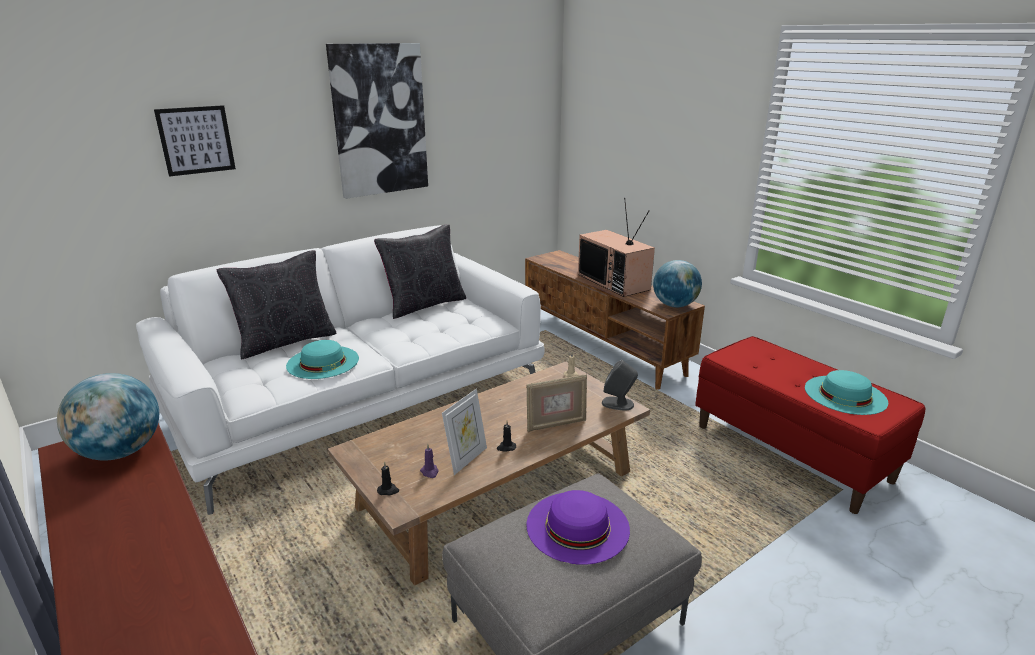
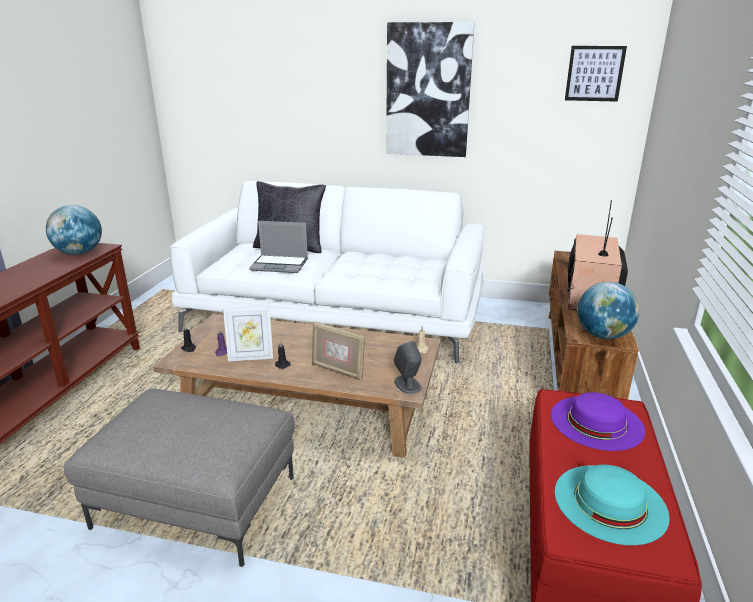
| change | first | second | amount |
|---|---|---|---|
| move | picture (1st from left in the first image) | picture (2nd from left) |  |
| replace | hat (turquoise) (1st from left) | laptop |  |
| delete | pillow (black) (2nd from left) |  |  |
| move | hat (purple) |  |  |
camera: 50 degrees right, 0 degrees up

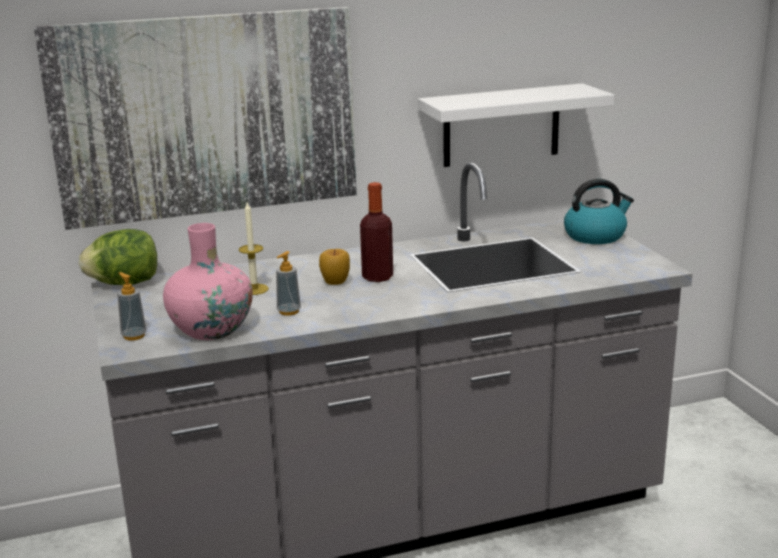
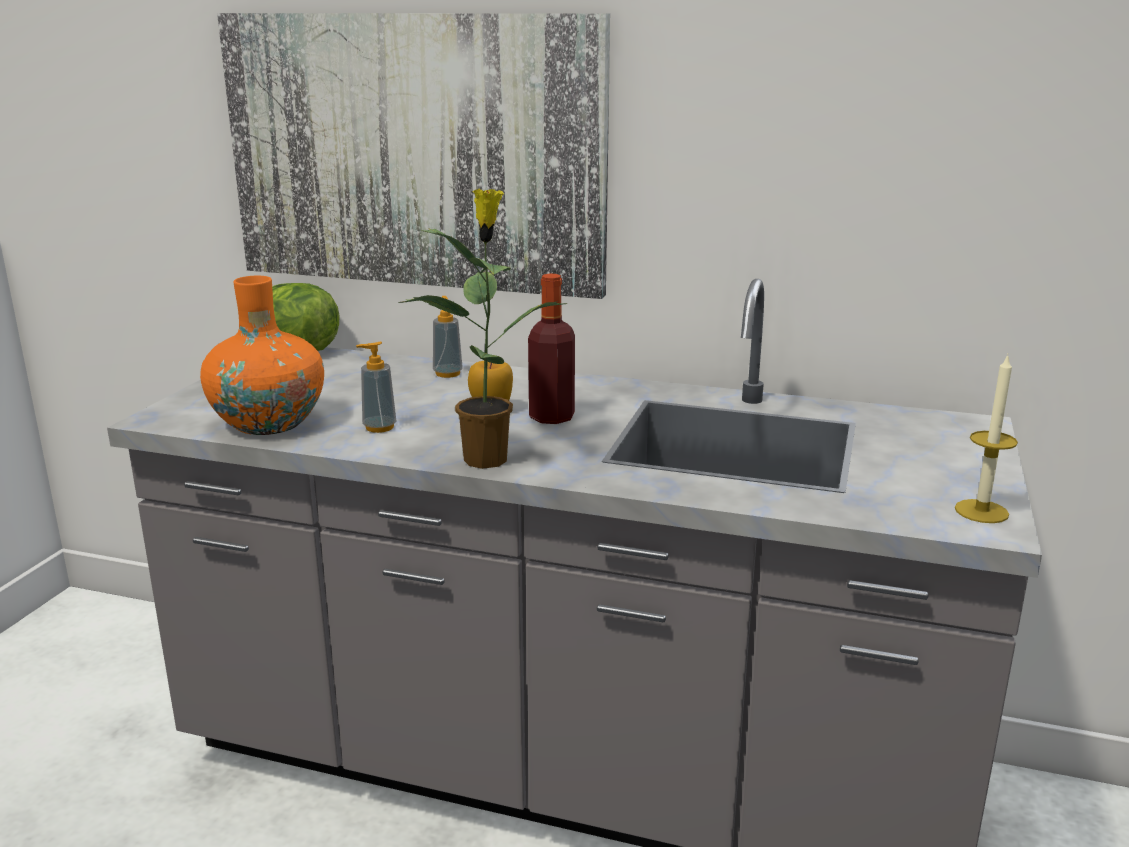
| change | first | second | amount |
|---|---|---|---|
| move | soap dispenser (1st from left in the first image) | soap dispenser (2nd from left) |  |
| recolor | vase (pink) | vase (orange) |  |
| move | candle |  |  |
| delete | shelf (white) |  |  |
| delete | kettle |  |  |
| insert |  | potted plant |  |
camera: 35 degrees right, 0 degrees up

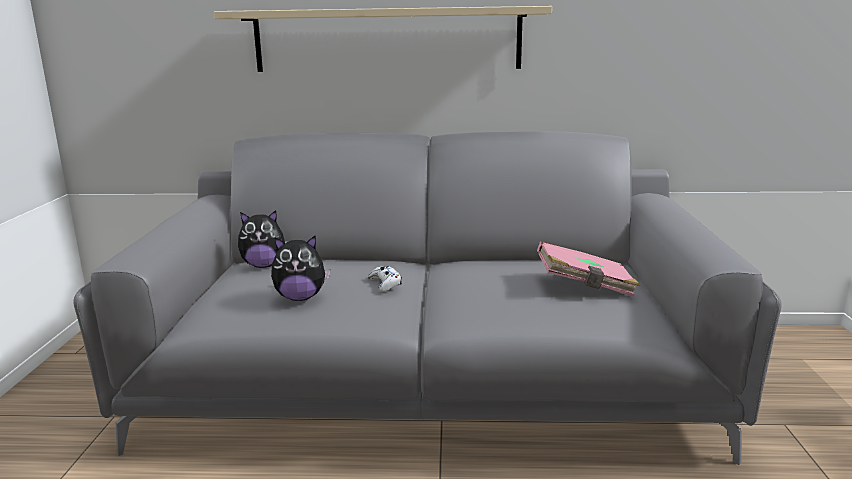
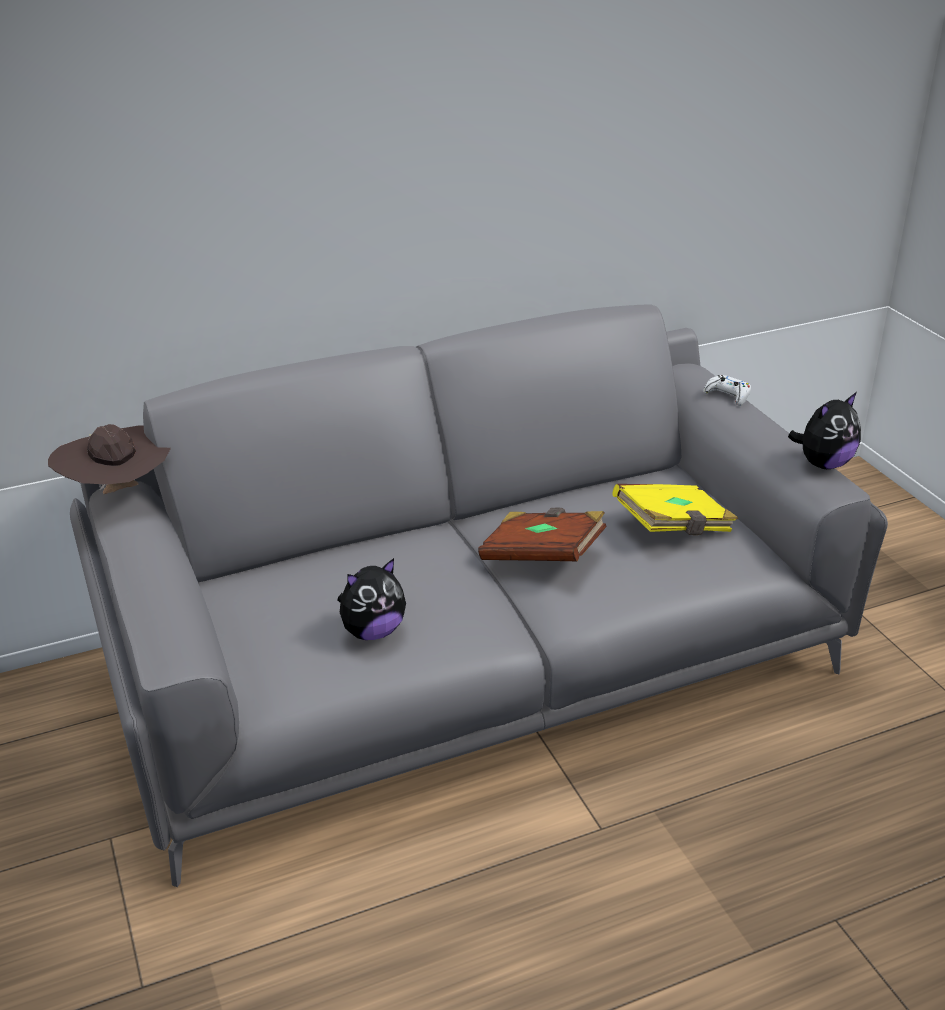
| change | first | second | amount |
|---|---|---|---|
| delete | shelf (beige) |  |  |
| move | plush toy (1st from left in the first image) | plush toy (2nd from left) |  |
| move | game controller (white) |  |  |
| recolor | book (pink) | book (yellow) |  |
| insert |  | hat (brown) |  |
| insert |  | book (brown) |  |
camera: 25 degrees left, 15 degrees up

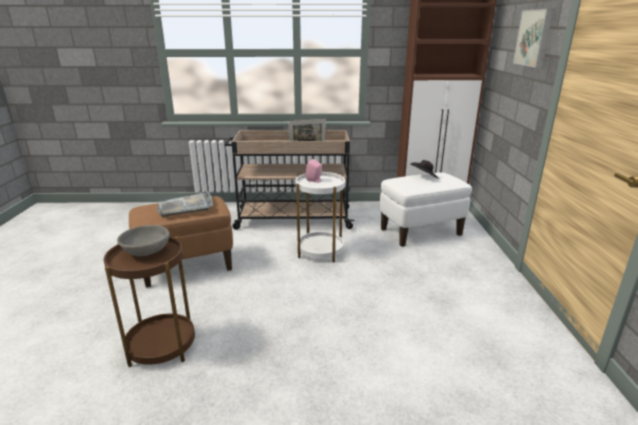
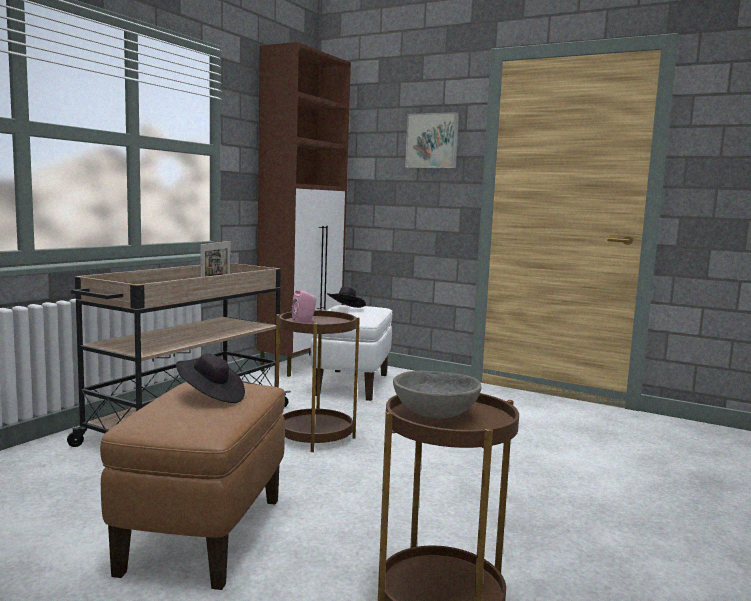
| change | first | second | amount |
|---|---|---|---|
| replace | tray (grey) | hat (black) (1st from left) |  |
| recolor | side table (white) | side table (brown) (1st from left) |  |
camera: 60 degrees left, 15 degrees down

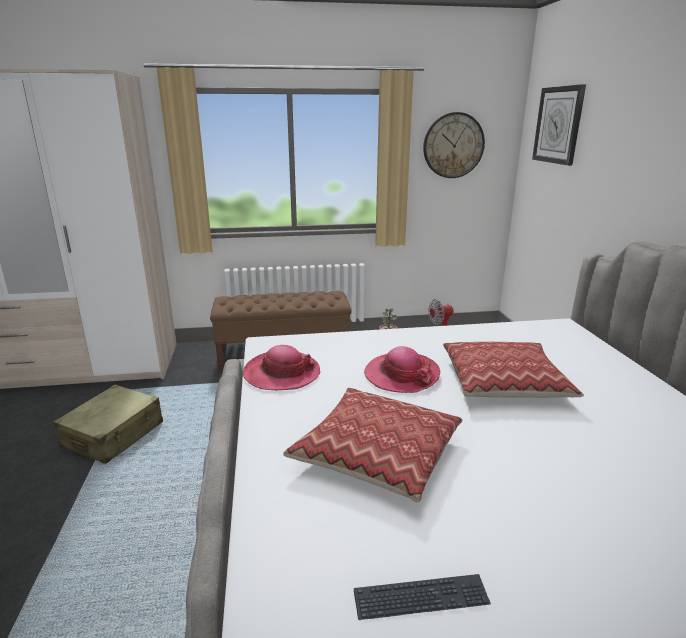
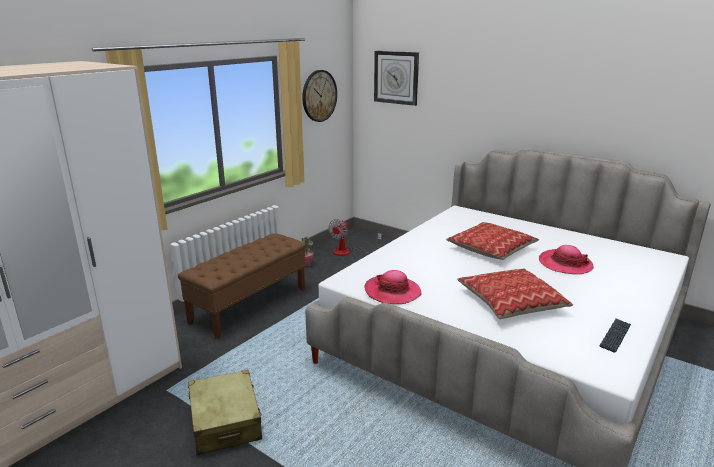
| change | first | second | amount |
|---|---|---|---|
| move | hat (2nd from left) |  |  |
camera: 45 degrees left, 0 degrees up

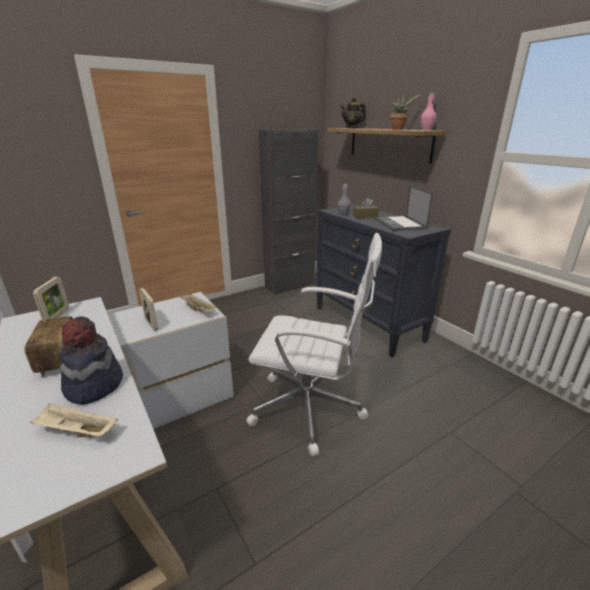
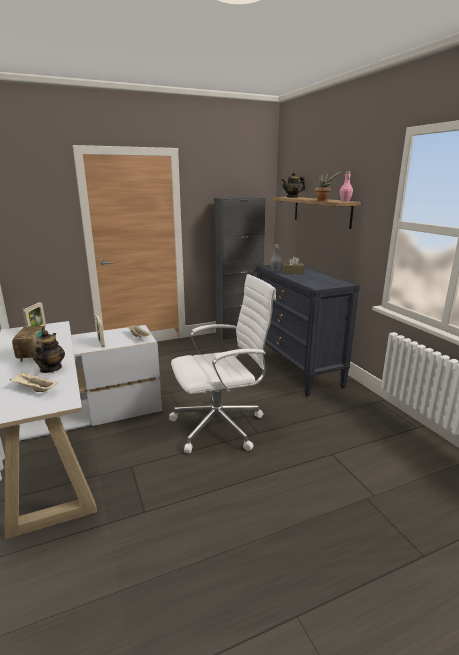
| change | first | second | amount |
|---|---|---|---|
| replace | hat | teapot (1st from left) |  |
| rotate | office chair (white) |  | 45 degrees counterclockwise |
| delete | laptop |  |  |
camera: 10 degrees right, 5 degrees down

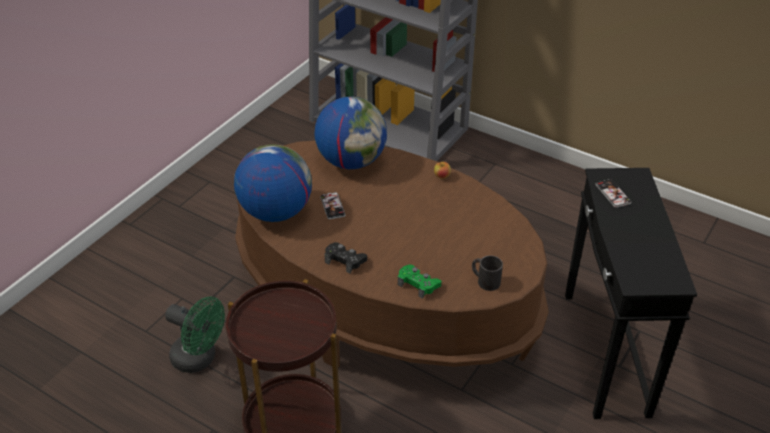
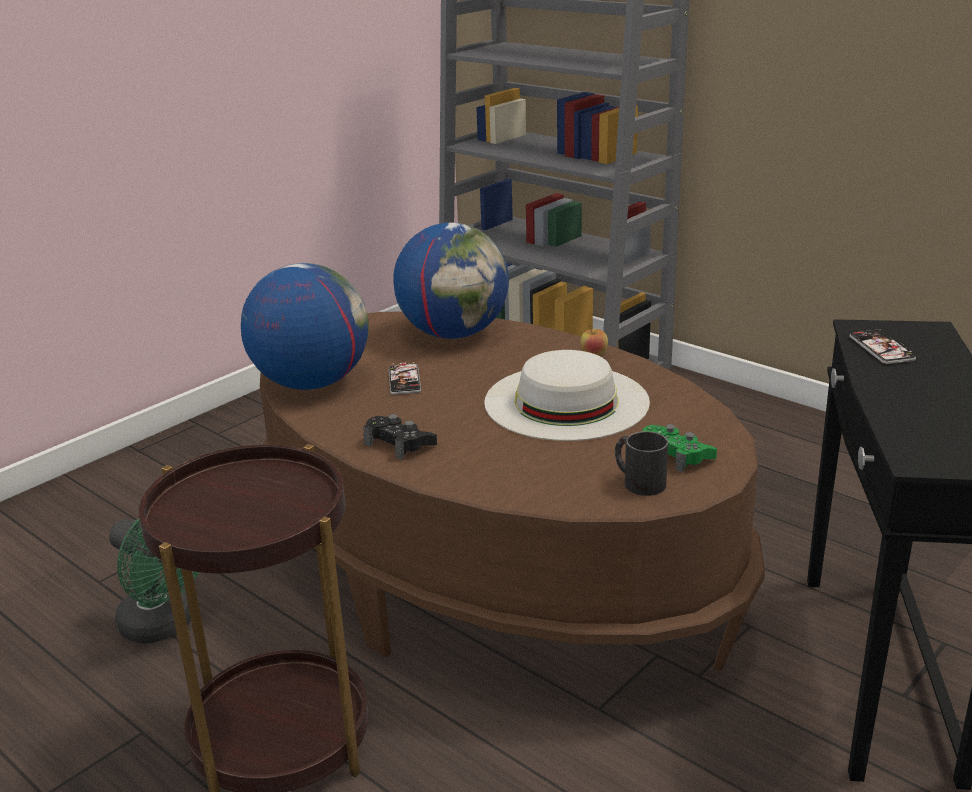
| change | first | second | amount |
|---|---|---|---|
| move | game controller (green) |  |  |
| insert |  | hat (white) |  |
camera: 10 degrees right, 15 degrees down

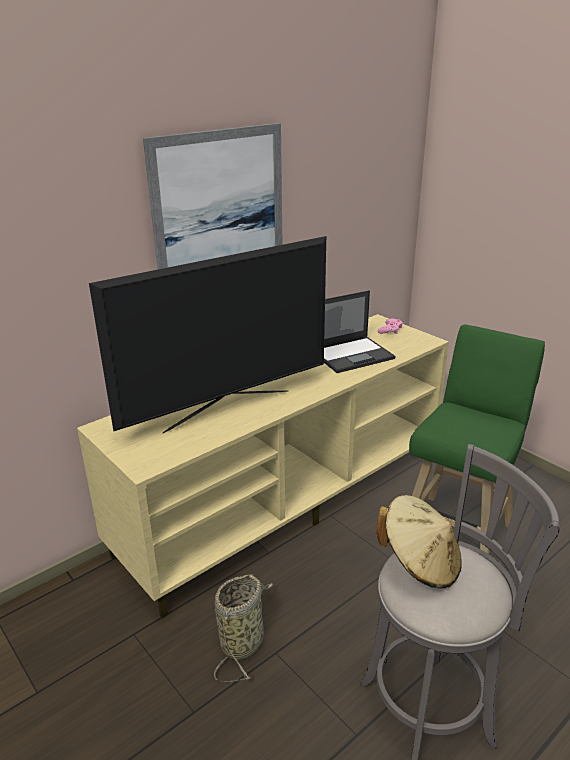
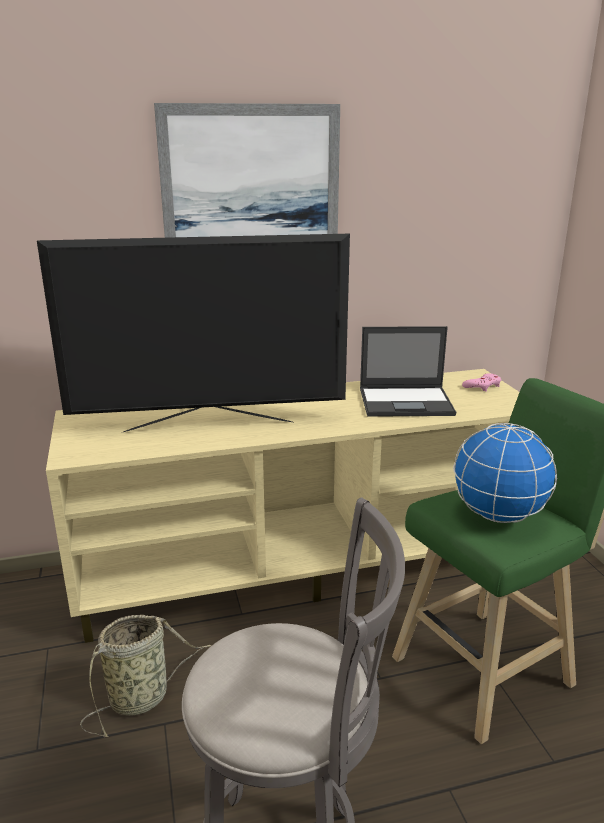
| change | first | second | amount |
|---|---|---|---|
| delete | hat (beige) |  |  |
| insert |  | globe |  |
camera: 25 degrees right, 5 degrees down

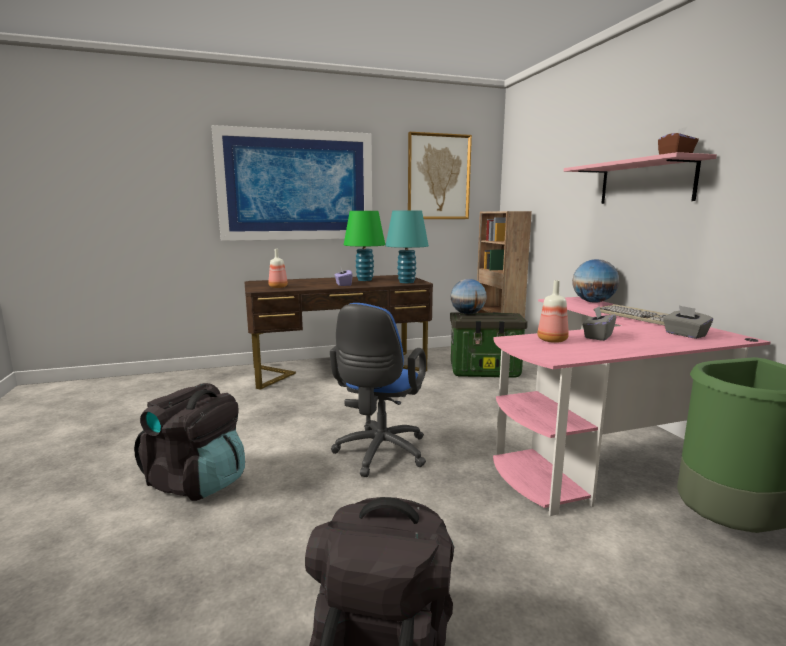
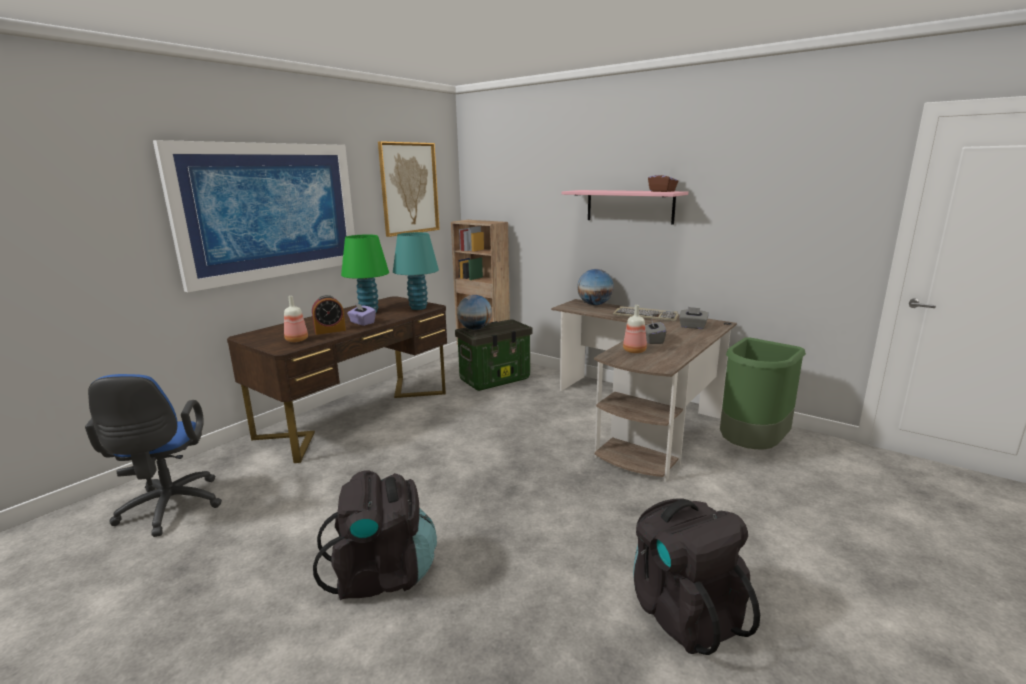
| change | first | second | amount |
|---|---|---|---|
| move | office chair (blue) |  |  |
| recolor | desk (pink) | desk (brown) (2nd from left) |  |
| insert |  | alarm clock |  |
camera: 35 degrees left, 5 degrees up

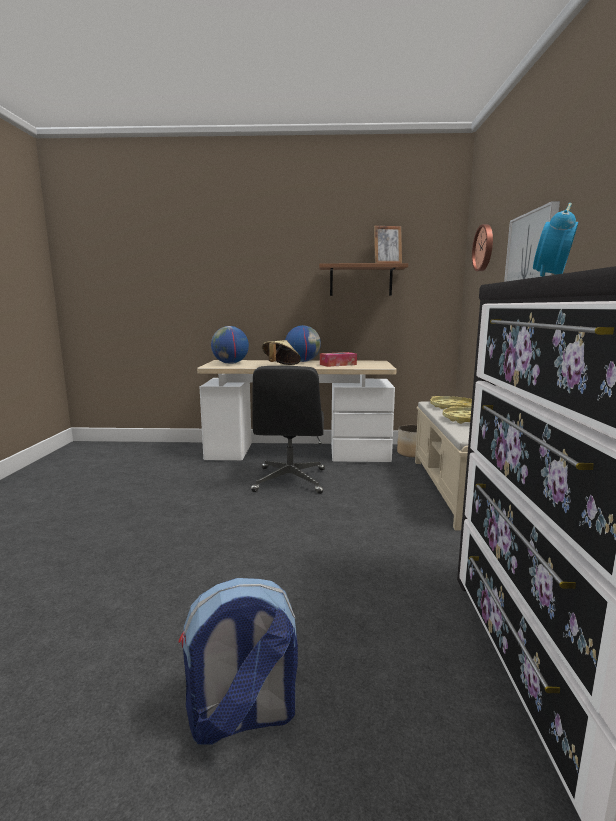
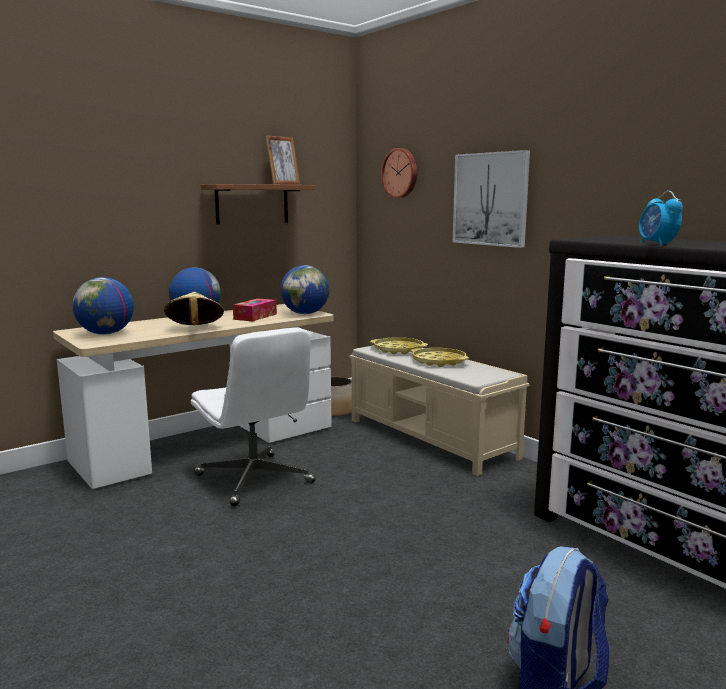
| change | first | second | amount |
|---|---|---|---|
| recolor | office chair (black) | office chair (white) |  |
| insert |  | globe (3rd from left) |  |
camera: 40 degrees left, 0 degrees up

